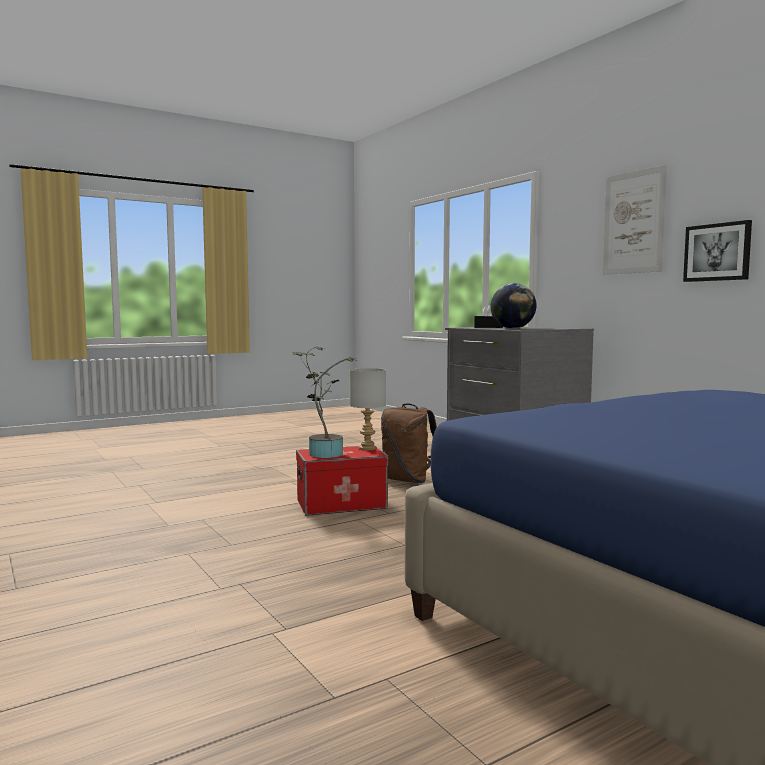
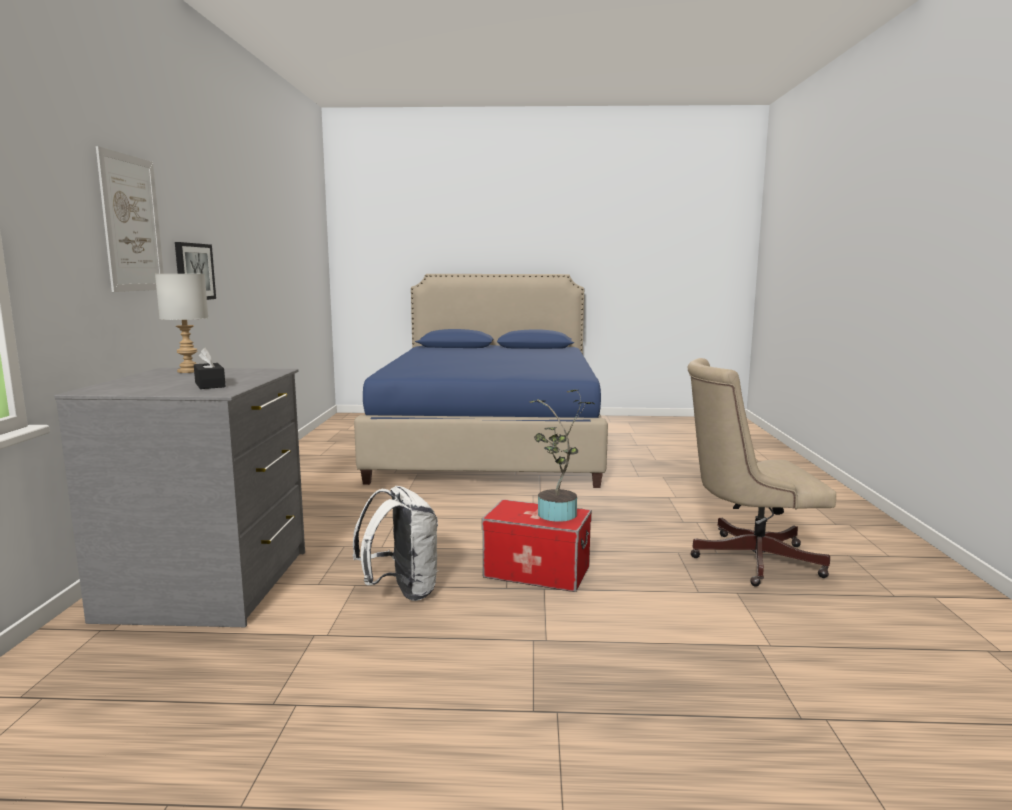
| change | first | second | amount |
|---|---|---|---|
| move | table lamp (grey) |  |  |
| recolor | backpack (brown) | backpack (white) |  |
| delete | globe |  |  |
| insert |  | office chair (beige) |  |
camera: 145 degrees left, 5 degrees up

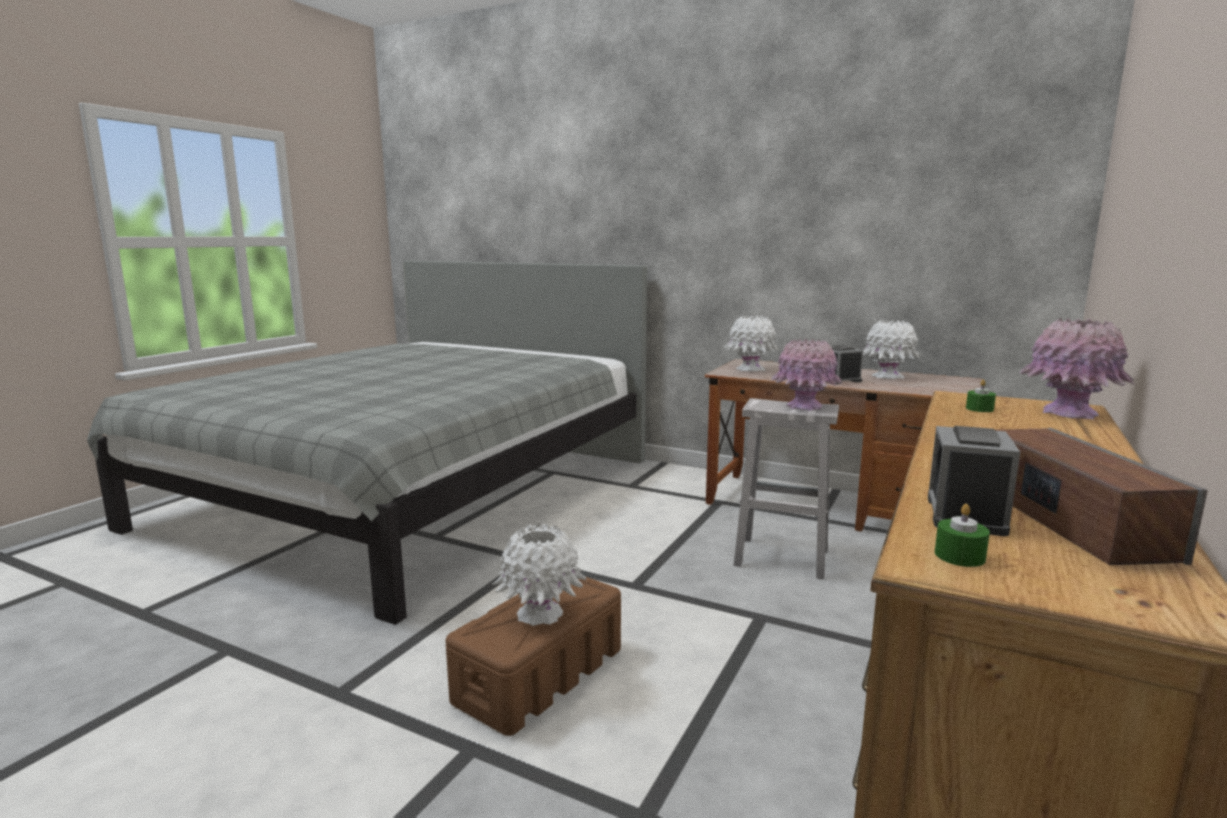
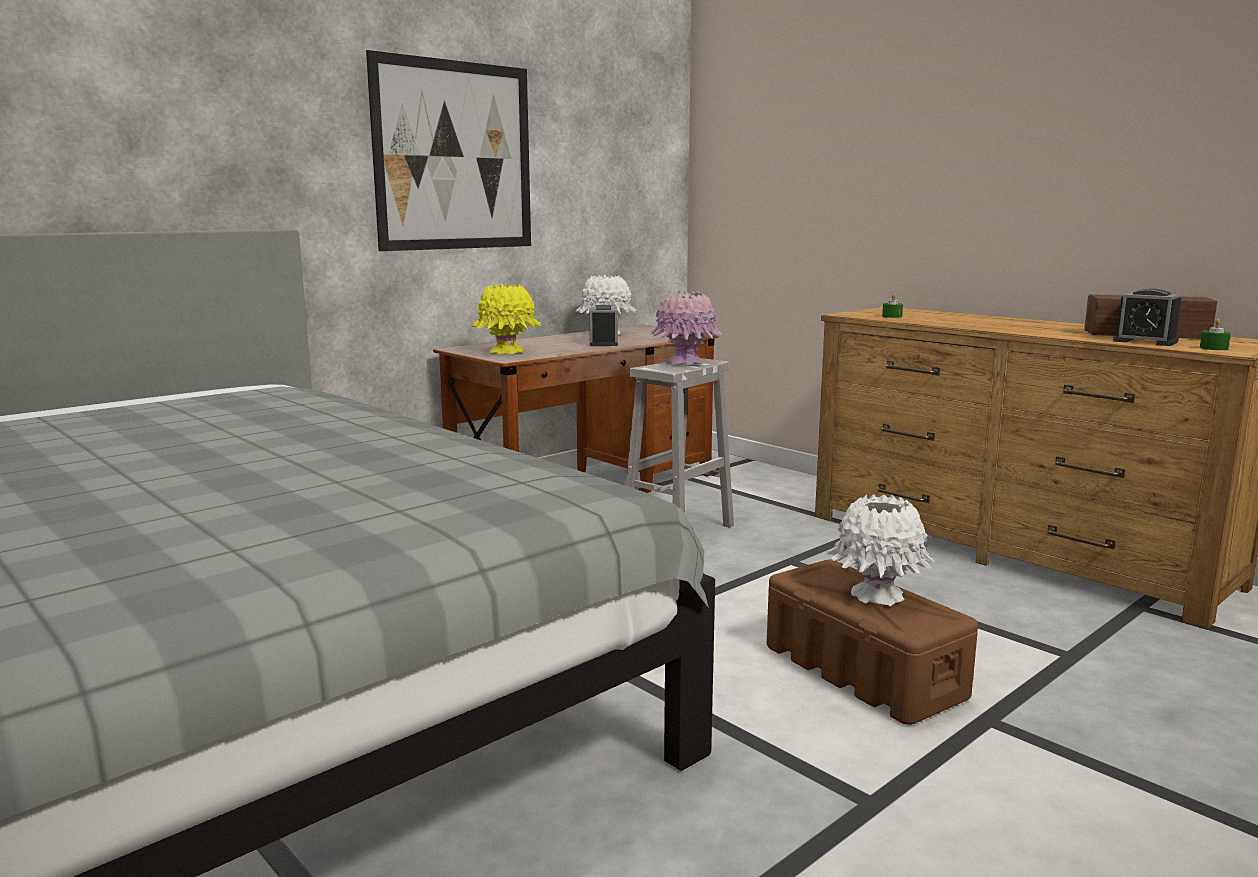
| change | first | second | amount |
|---|---|---|---|
| recolor | vase (white) (2nd from left) | vase (yellow) |  |
| delete | vase (pink) (2nd from left) |  |  |
| insert |  | picture |  |
camera: 70 degrees left, 0 degrees up

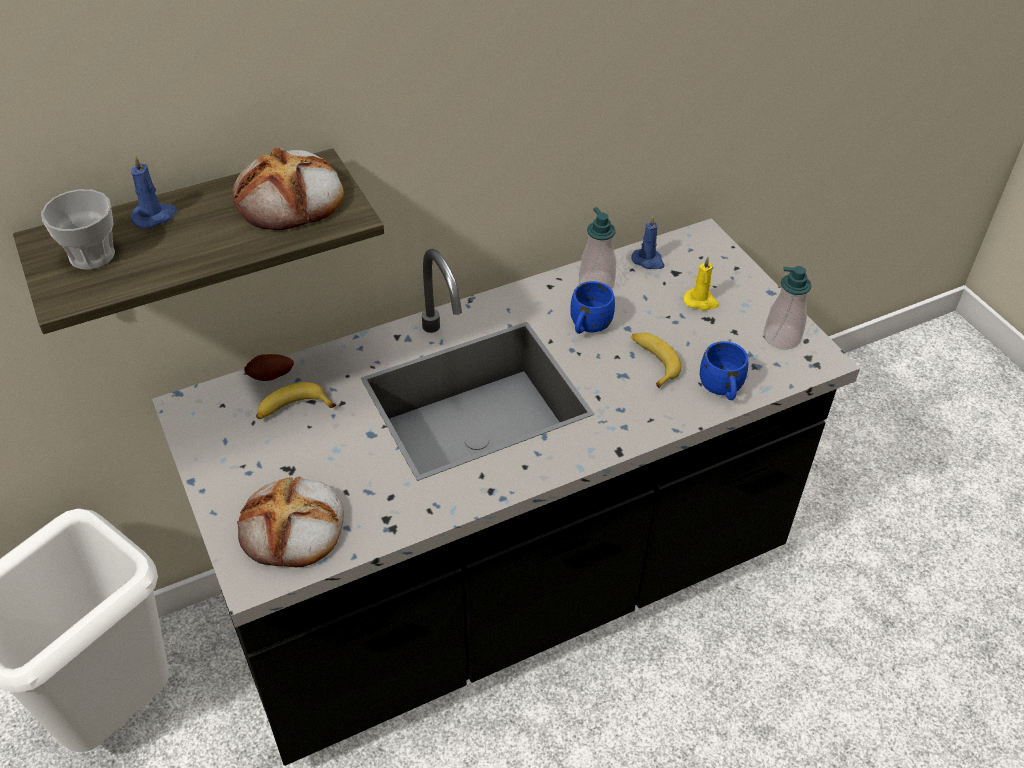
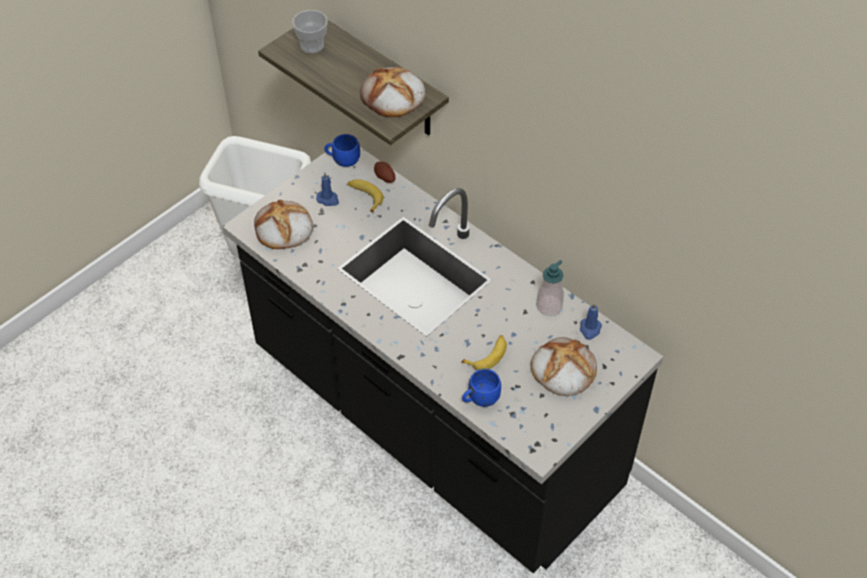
| change | first | second | amount |
|---|---|---|---|
| move | candle (blue) (1st from left) |  |  |
| move | mug (blue) (1st from left) |  |  |
| replace | candle (yellow) | bread (3rd from left) |  |
| delete | soap dispenser (2nd from left) |  |  |
camera: 70 degrees right, 5 degrees up

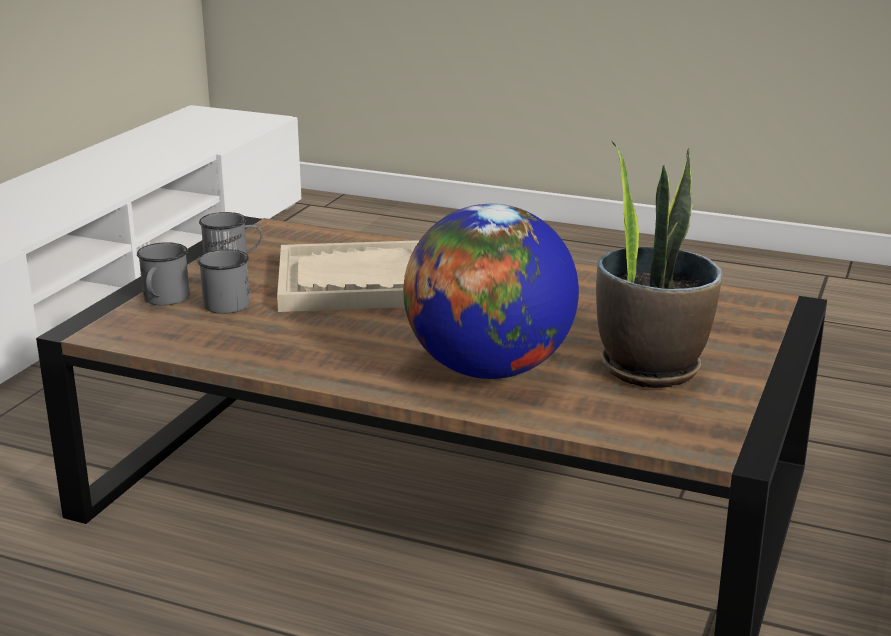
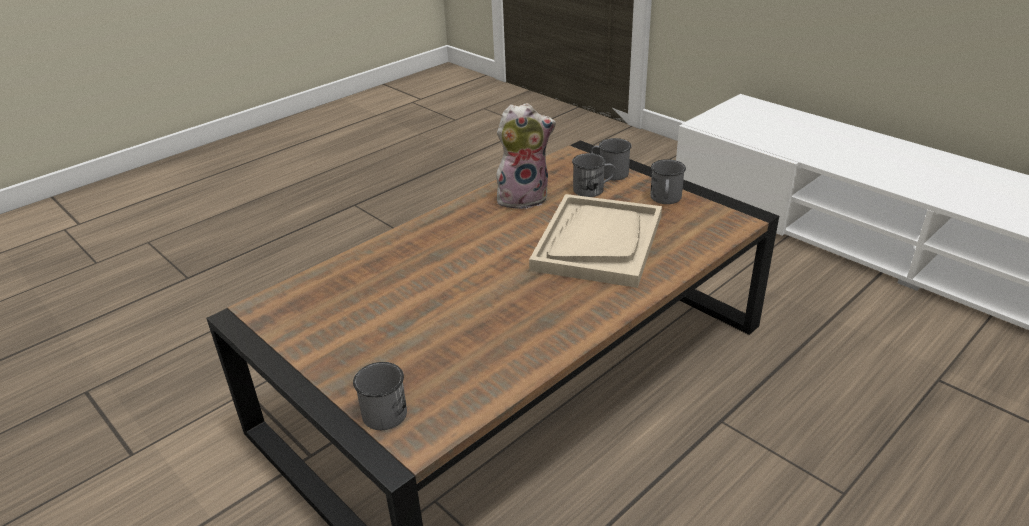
| change | first | second | amount |
|---|---|---|---|
| delete | globe |  |  |
| delete | potted plant |  |  |
| insert |  | mug (grey) (1st from left) |  |
| insert |  | plush toy |  |
camera: 115 degrees right, 10 degrees up

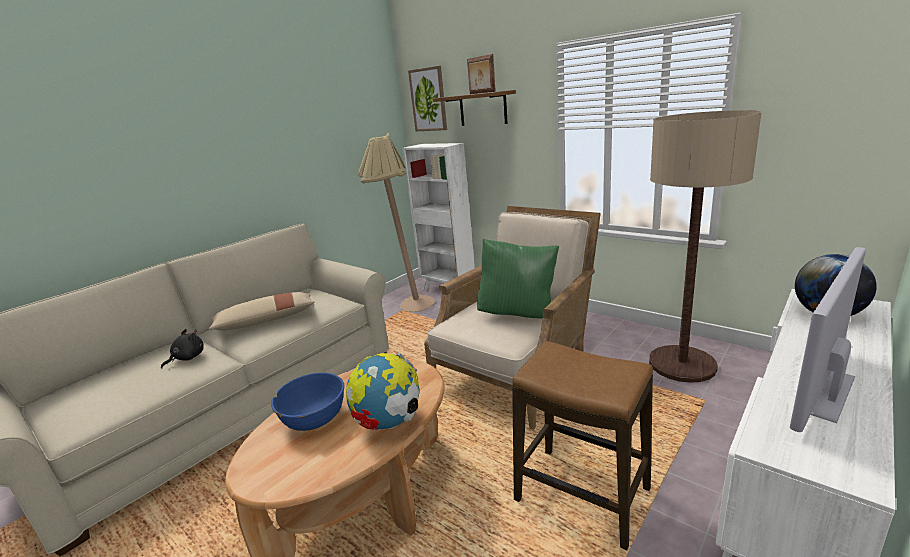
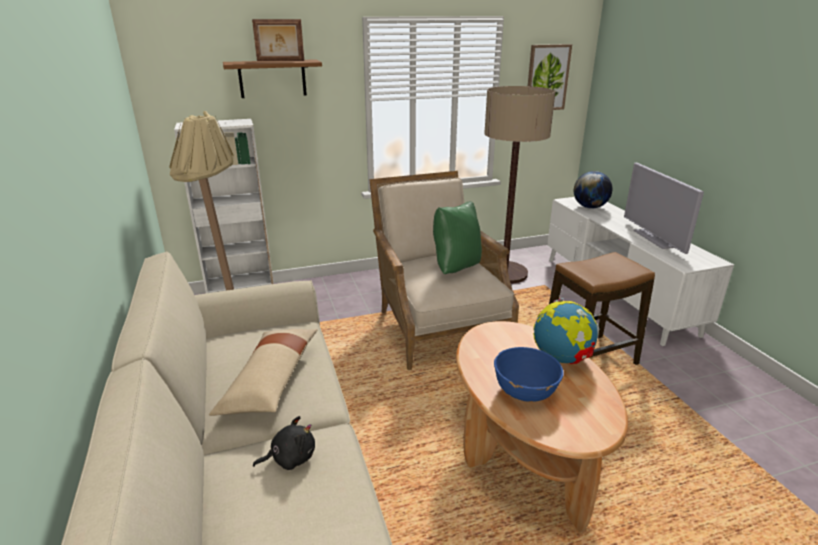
| change | first | second | amount |
|---|---|---|---|
| rotate | plush toy (black) |  | 90 degrees clockwise |
| move | picture |  |  |
camera: 60 degrees left, 5 degrees up

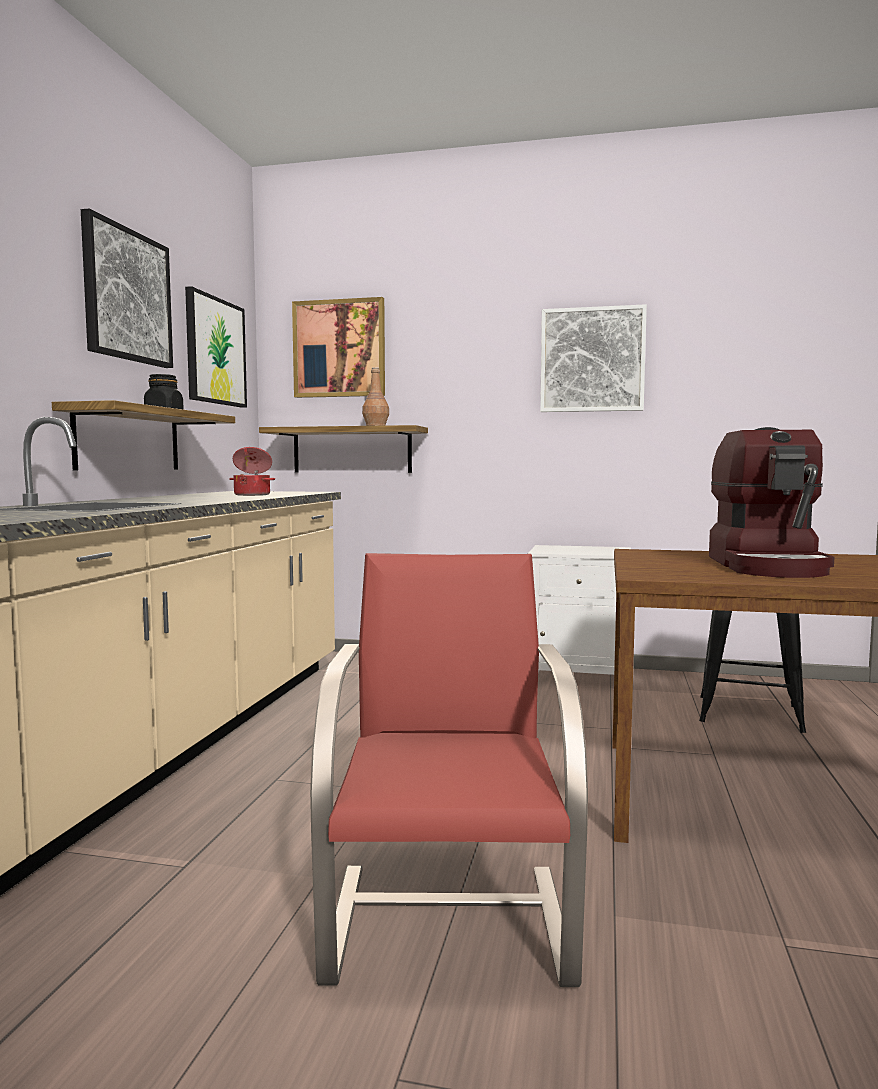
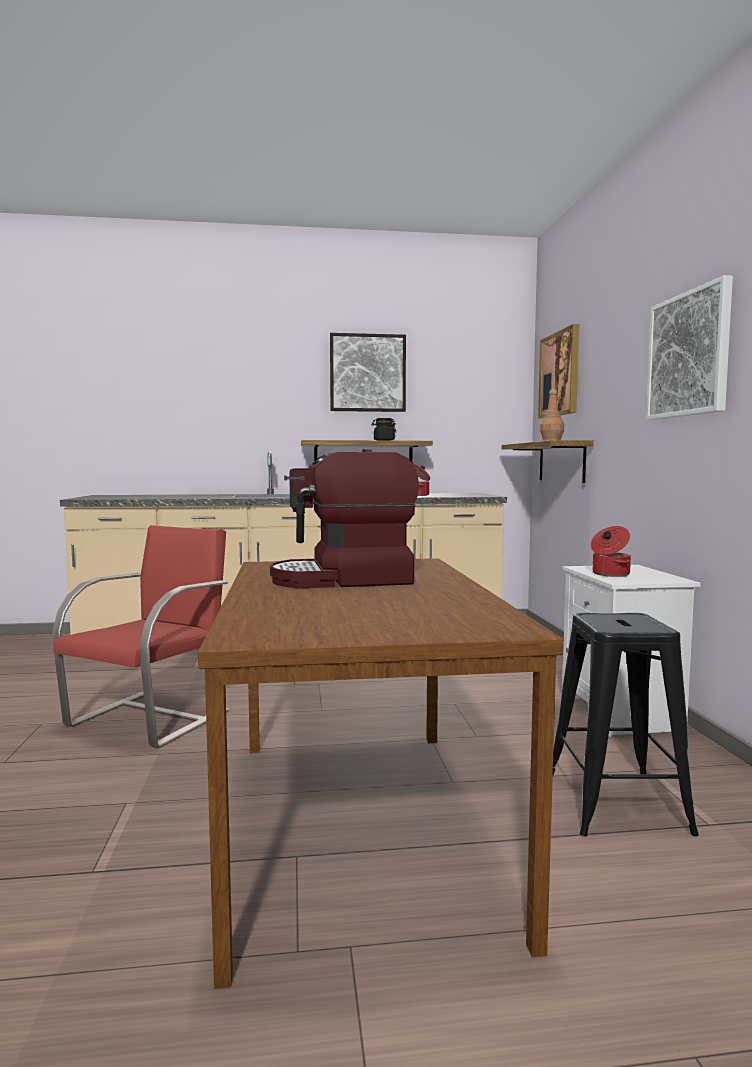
| change | first | second | amount |
|---|---|---|---|
| delete | picture (2nd from left) |  |  |
| rotate | chair (red) |  | 45 degrees counterclockwise |
| insert |  | cooking pot (2nd from left) |  |
camera: 70 degrees right, 0 degrees up

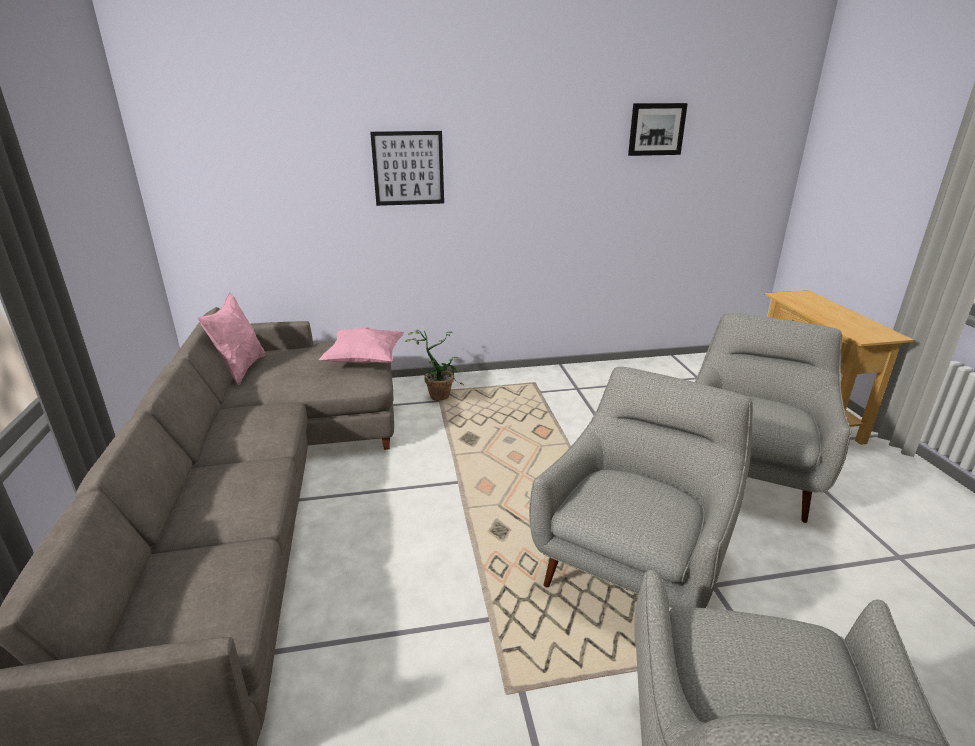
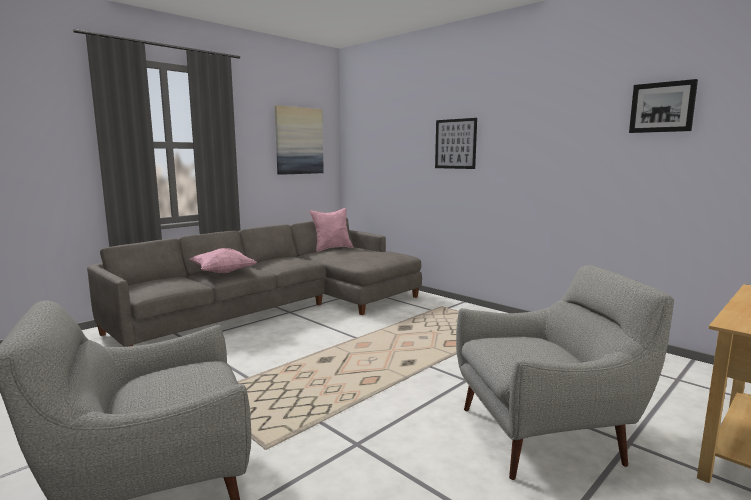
| change | first | second | amount |
|---|---|---|---|
| move | pillow (pink) (2nd from left in the first image) | pillow (pink) (1st from left) |  |
| delete | potted plant |  |  |
| delete | armchair (grey) (1st from left) |  |  |
| insert |  | picture (1st from left) |  |
camera: 55 degrees right, 15 degrees down

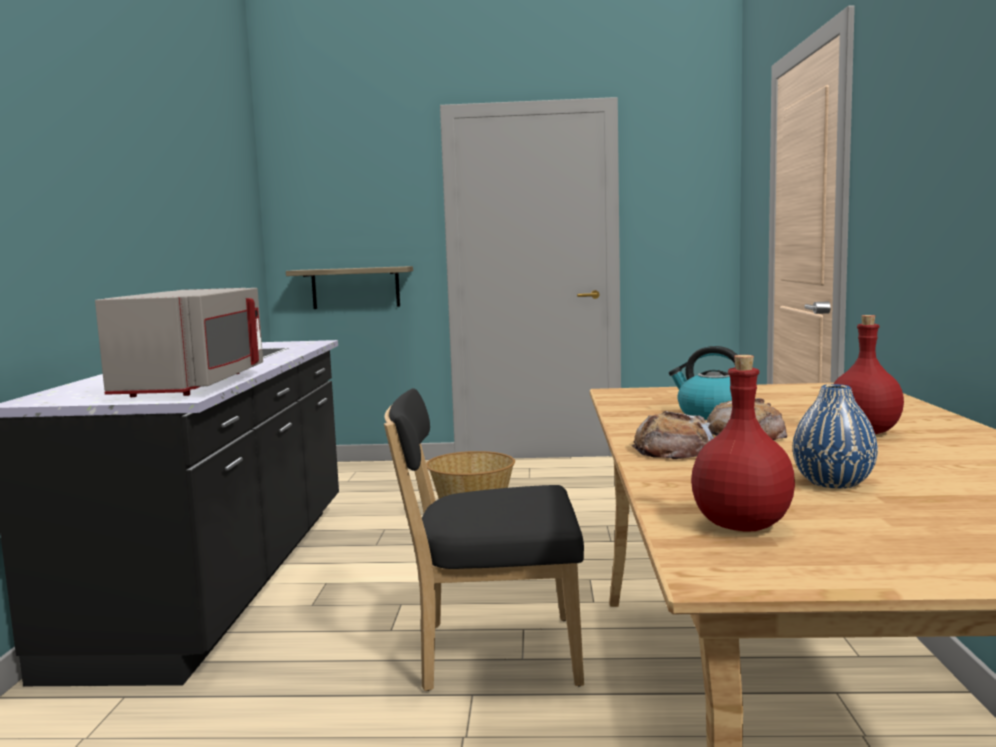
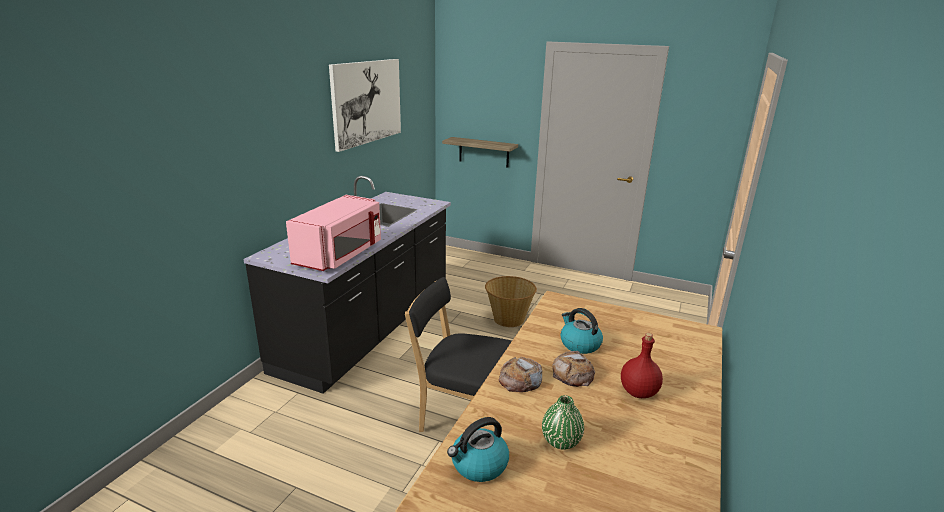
| change | first | second | amount |
|---|---|---|---|
| recolor | microwave (grey) | microwave (pink) |  |
| replace | bottle (red) (1st from left) | kettle (1st from left) |  |
| recolor | vase (blue) | vase (green) |  |
| insert |  | picture |  |
camera: 20 degrees right, 15 degrees up

